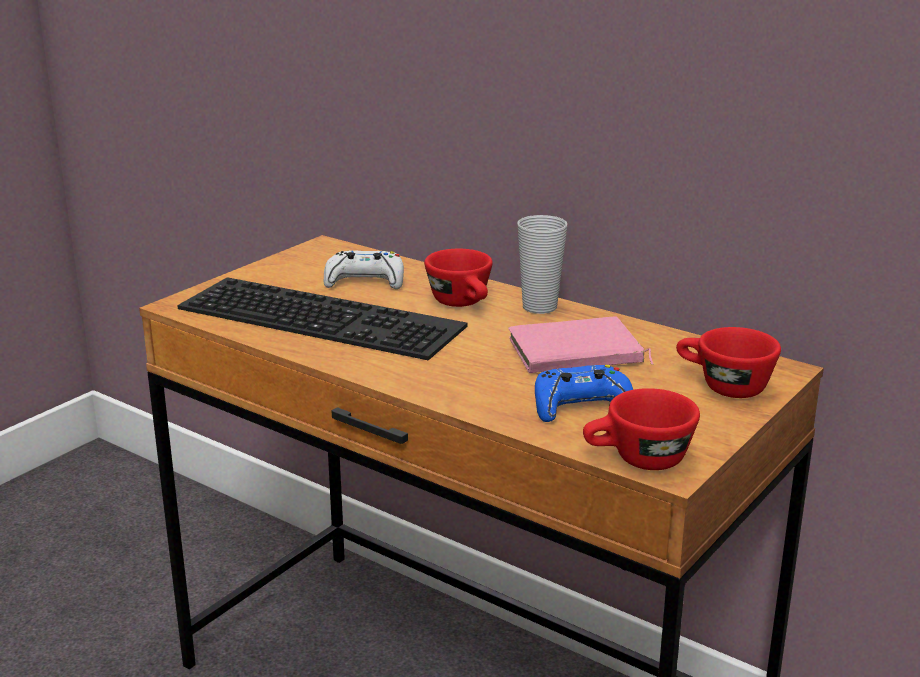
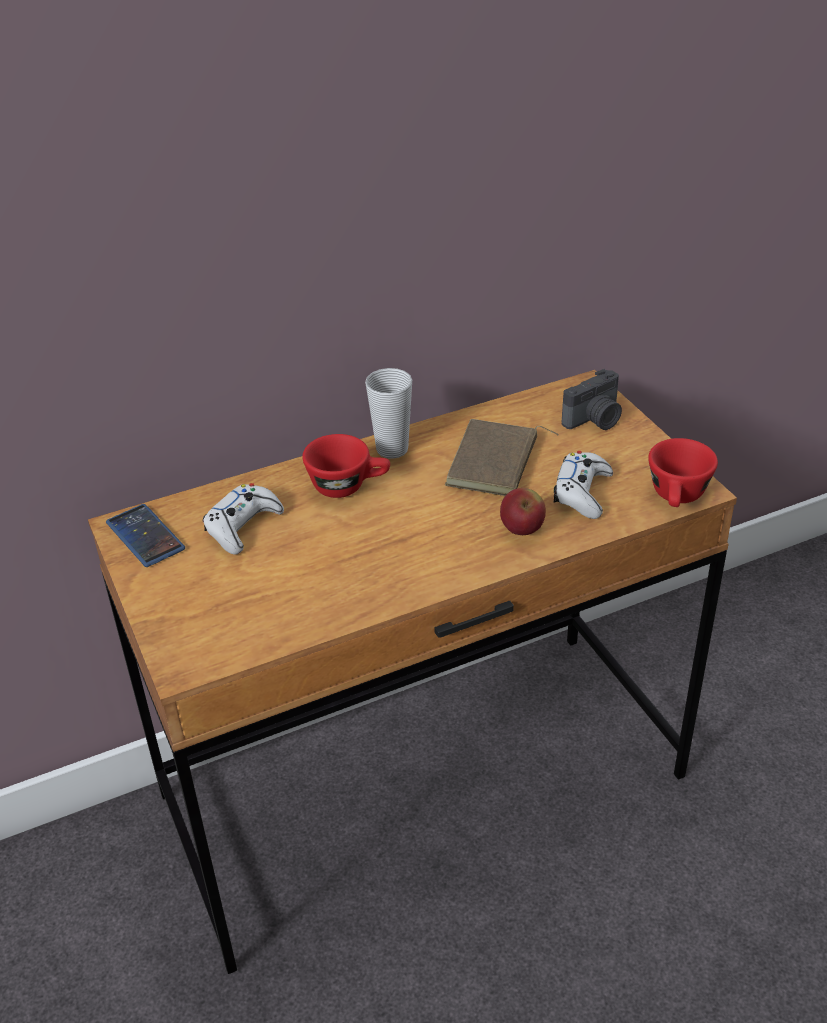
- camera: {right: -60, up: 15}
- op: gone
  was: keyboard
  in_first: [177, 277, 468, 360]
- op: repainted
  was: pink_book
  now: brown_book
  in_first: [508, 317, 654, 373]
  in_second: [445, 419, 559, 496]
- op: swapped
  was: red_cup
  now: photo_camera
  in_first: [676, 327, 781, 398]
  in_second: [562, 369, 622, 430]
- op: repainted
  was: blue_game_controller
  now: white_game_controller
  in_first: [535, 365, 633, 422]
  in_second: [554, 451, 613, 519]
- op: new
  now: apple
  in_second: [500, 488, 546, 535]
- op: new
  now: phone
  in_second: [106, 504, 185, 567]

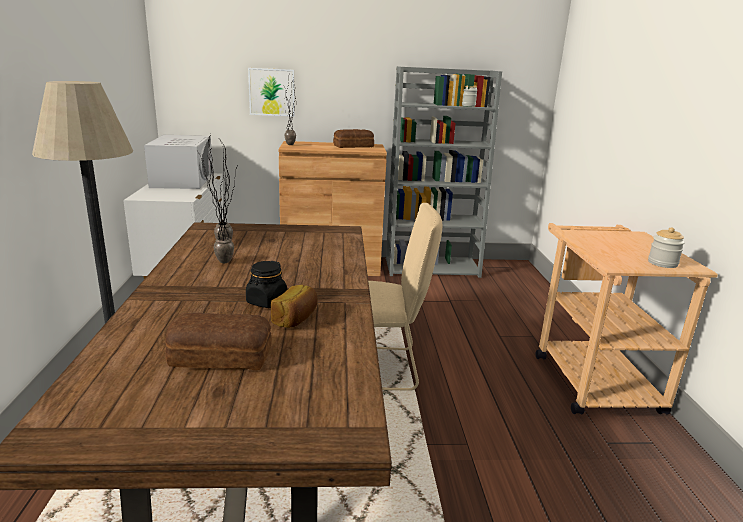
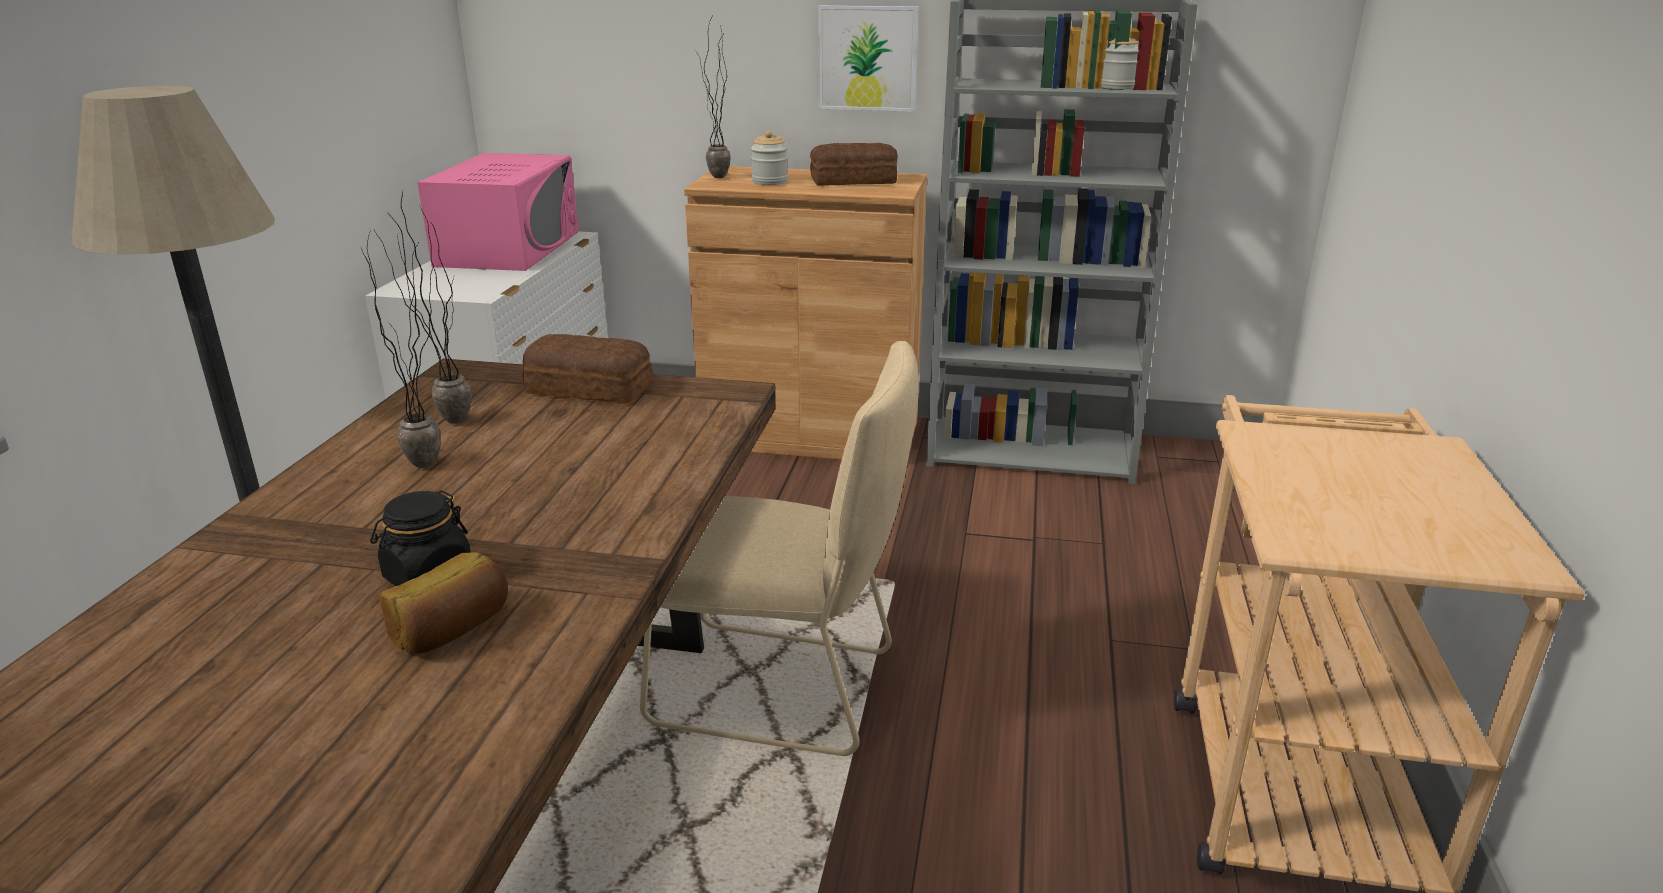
- camera: {right: 15, up: 5}
- op: shifted
  was: picture
  in_first: [248, 68, 295, 116]
  in_second: [818, 5, 918, 112]
- op: repainted
  was: white_microwave
  now: pink_microwave
  in_first: [144, 135, 213, 189]
  in_second: [417, 153, 579, 271]
- op: shifted
  was: jar
  in_first: [648, 227, 685, 268]
  in_second: [751, 131, 788, 185]
- op: shifted
  was: bread
  in_first: [165, 312, 272, 370]
  in_second: [523, 334, 653, 404]

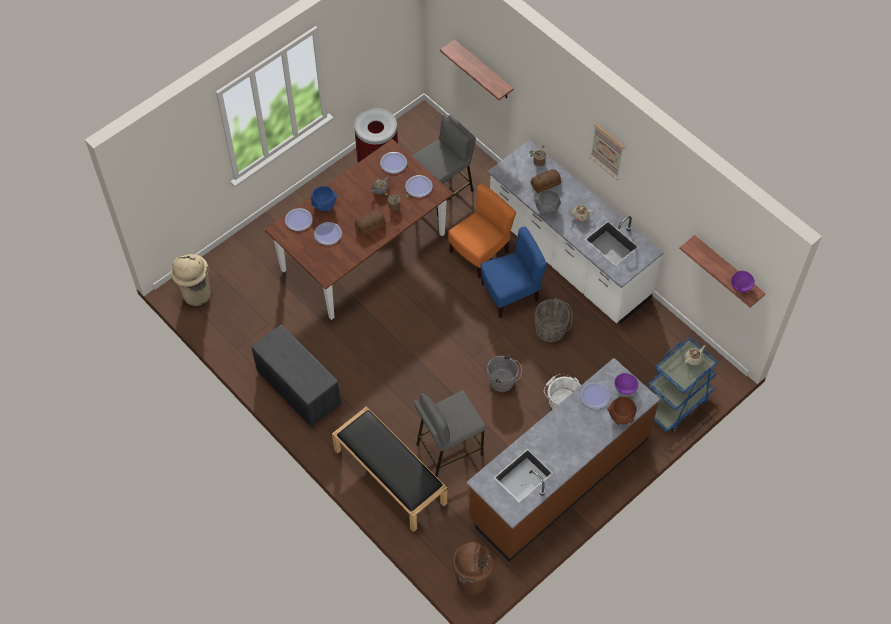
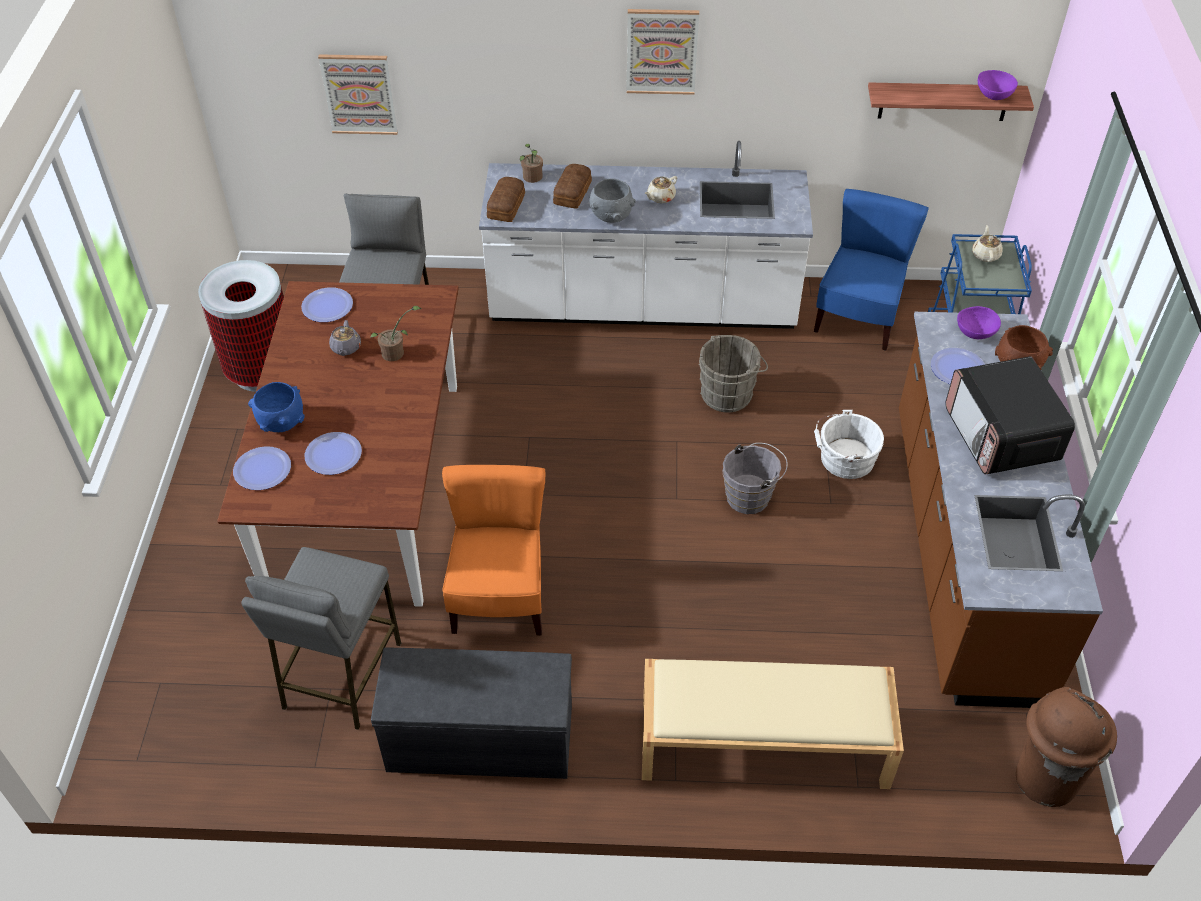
- camera: {right: -45, up: -10}
- op: swapped
  was: shelf
  now: picture
  in_first: [440, 39, 514, 100]
  in_second: [318, 54, 398, 135]
- op: gone
  was: plate
  in_first: [405, 175, 433, 197]
- op: shifted
  was: orange_chair
  in_first: [448, 184, 516, 278]
  in_second: [442, 465, 545, 636]
- op: shifted
  was: bread
  in_first: [355, 210, 386, 236]
  in_second: [487, 177, 525, 222]
- op: shifted
  was: blue_chair
  in_first: [481, 226, 547, 318]
  in_second: [814, 189, 929, 350]
- op: gone
  was: beige_trash_can
  in_first: [171, 254, 211, 306]
- op: shifted
  was: grey_stool
  in_first: [413, 390, 486, 477]
  in_second: [241, 547, 401, 730]
- op: repainted
  was: black_bench
  now: beige_bench
  in_first: [332, 406, 447, 532]
  in_second: [642, 659, 904, 789]
- op: new
  now: microwave
  in_second: [945, 356, 1075, 475]

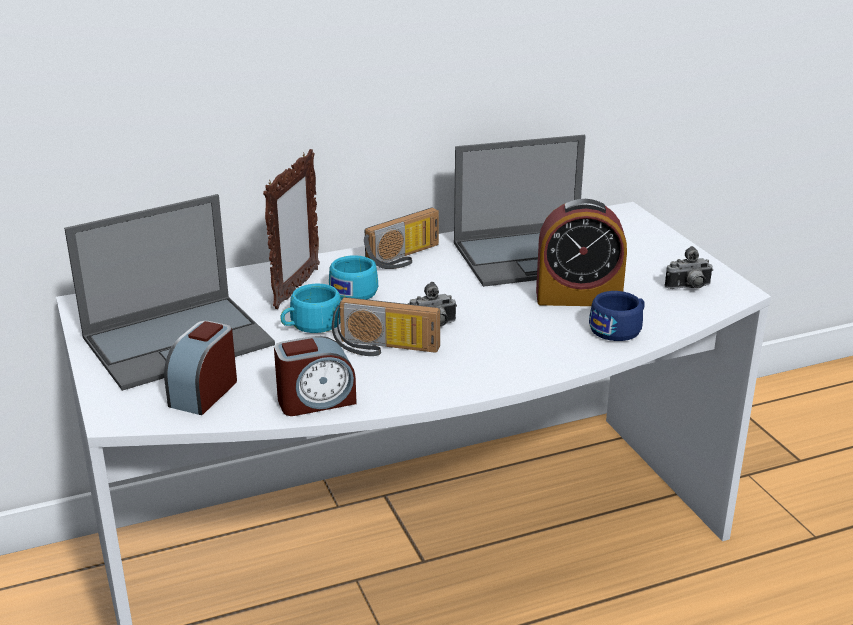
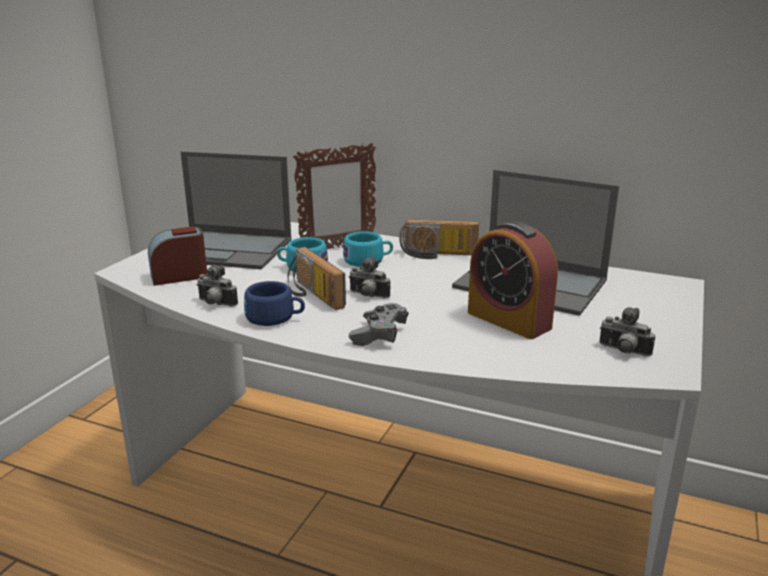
- camera: {right: 45, up: -5}
- op: shifted
  was: blue_cup
  in_first: [589, 291, 645, 341]
  in_second: [244, 281, 305, 326]
- op: swapped
  was: alarm_clock
  now: photo_camera
  in_first: [274, 336, 357, 416]
  in_second: [197, 265, 238, 307]
- op: new
  now: grey_game_controller
  in_second: [349, 303, 408, 346]

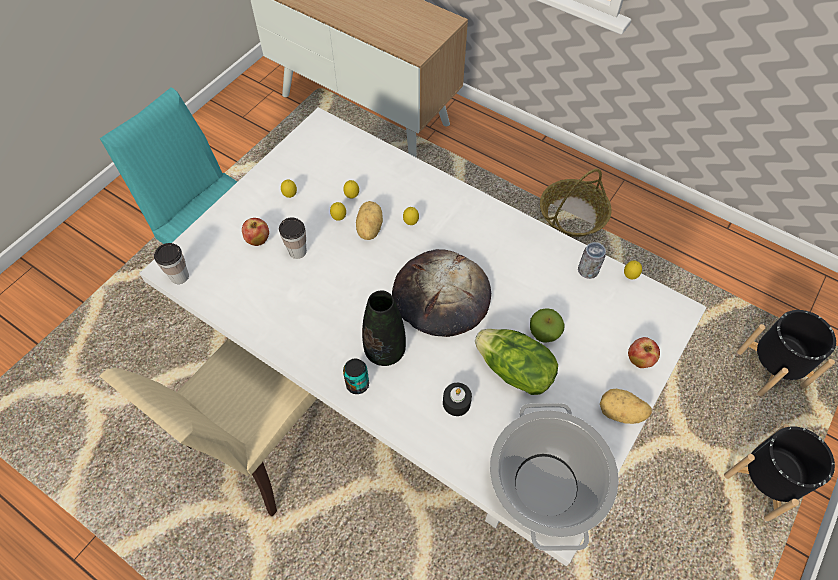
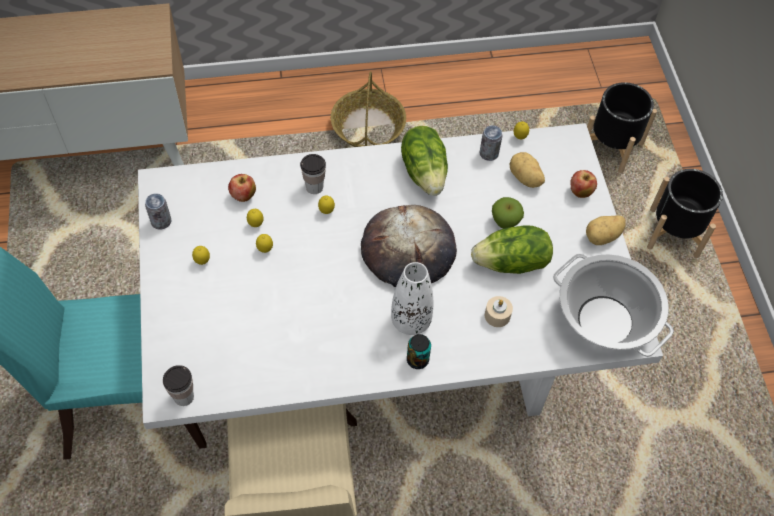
- camera: {right: -45, up: 0}
- op: shifted
  was: potato
  in_first: [356, 201, 383, 240]
  in_second: [510, 152, 545, 188]
- op: shifted
  was: cup
  in_first: [279, 217, 307, 259]
  in_second: [300, 154, 326, 194]
- op: shifted
  was: apple
  in_first: [242, 218, 269, 246]
  in_second: [228, 174, 256, 202]
- op: repainted
  was: black_vase
  now: white_vase
  in_first: [362, 290, 406, 366]
  in_second: [391, 262, 433, 335]
- op: repainted
  was: black_candle
  now: beige_candle
  in_first: [443, 383, 472, 416]
  in_second: [485, 296, 513, 327]
- op: new
  now: lettuce
  in_second: [401, 126, 448, 196]
- op: new
  now: can
  in_second: [145, 193, 172, 230]

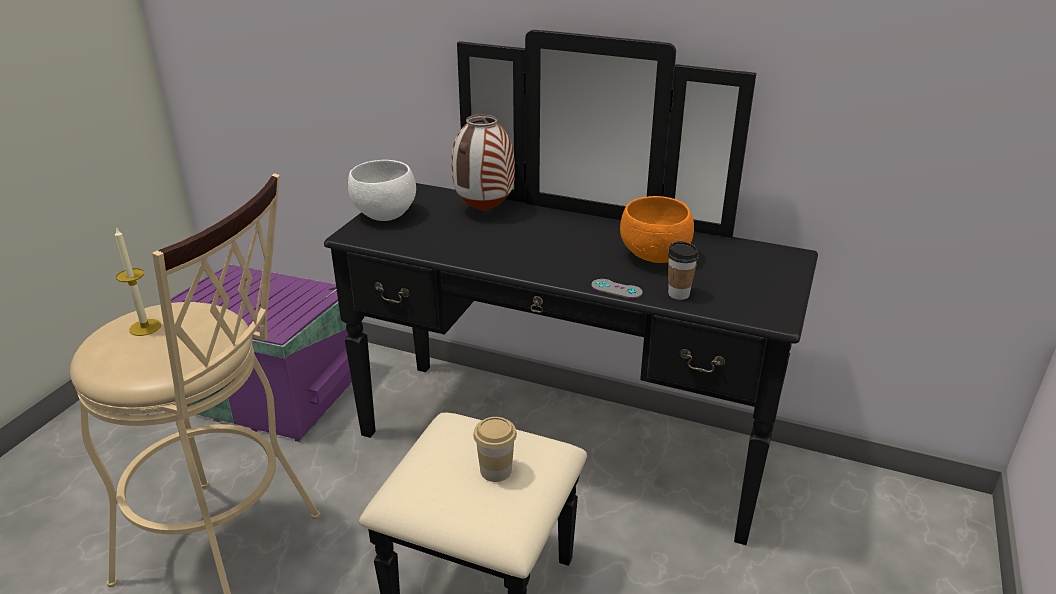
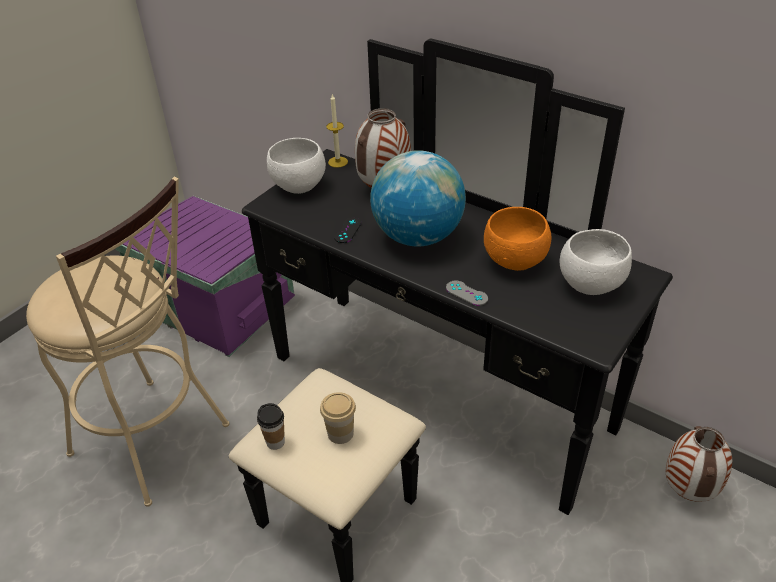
- camera: {right: 15, up: 10}
- op: shifted
  was: candle
  in_first: [115, 227, 161, 336]
  in_second: [326, 94, 348, 168]
- op: shifted
  was: cup
  in_first: [668, 241, 699, 300]
  in_second: [257, 403, 285, 450]
- op: new
  now: globe
  in_second: [370, 150, 466, 247]
- op: new
  now: black_game_controller
  in_second: [334, 217, 361, 243]
- op: new
  now: white_bowl
  in_second: [560, 229, 632, 295]
- op: new
  now: vase
  in_second: [666, 426, 732, 502]

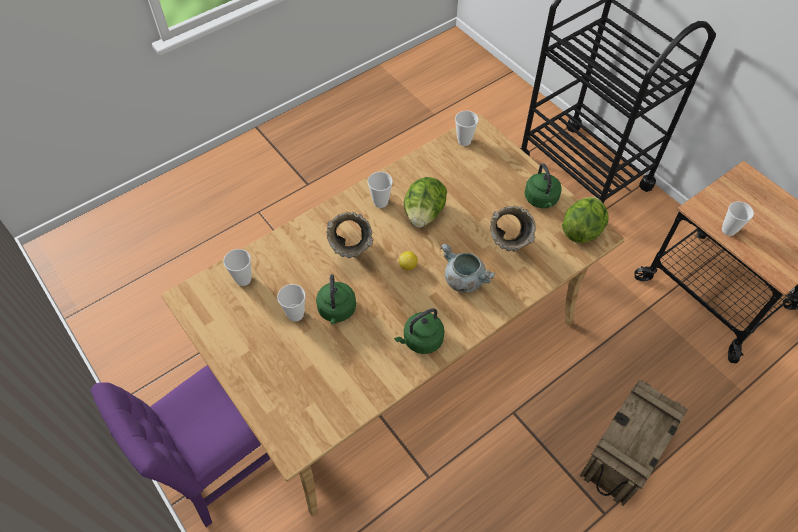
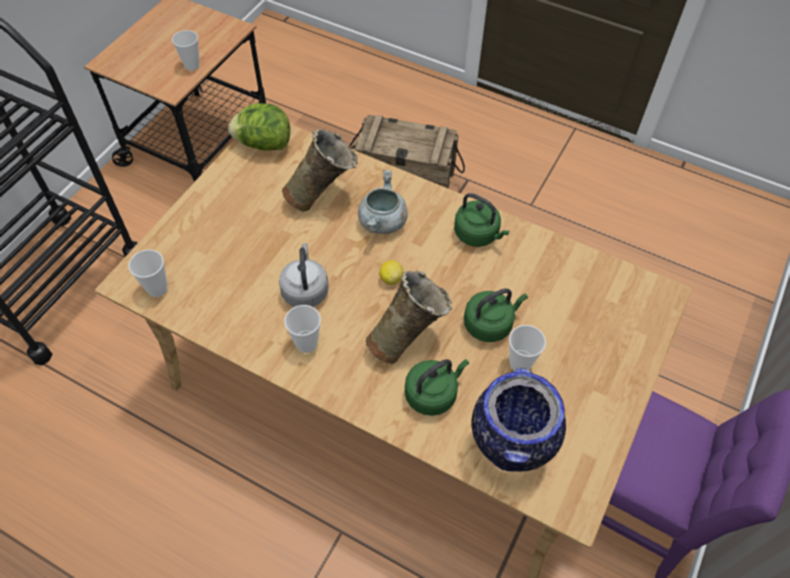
- camera: {right: -115, up: 0}
- op: shifted
  was: green_kettle
  in_first: [524, 163, 562, 208]
  in_second: [405, 359, 469, 416]
- op: swapped
  was: lettuce
  now: grey_kettle
  in_first: [404, 177, 447, 228]
  in_second: [279, 243, 329, 307]
- op: swapped
  was: cup
  now: vase
  in_first: [223, 249, 252, 286]
  in_second: [472, 368, 566, 472]

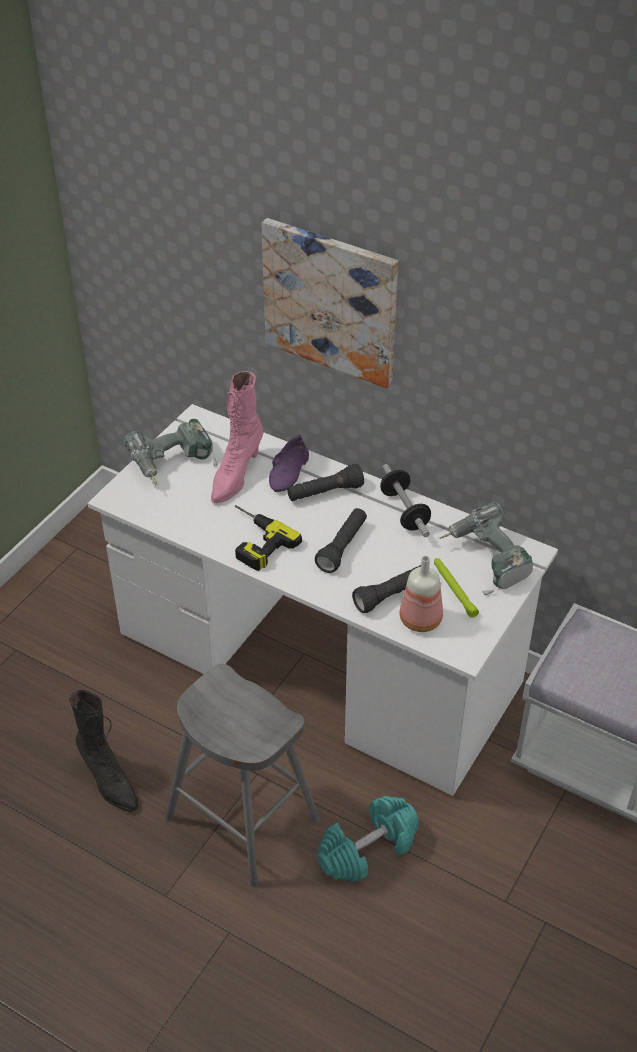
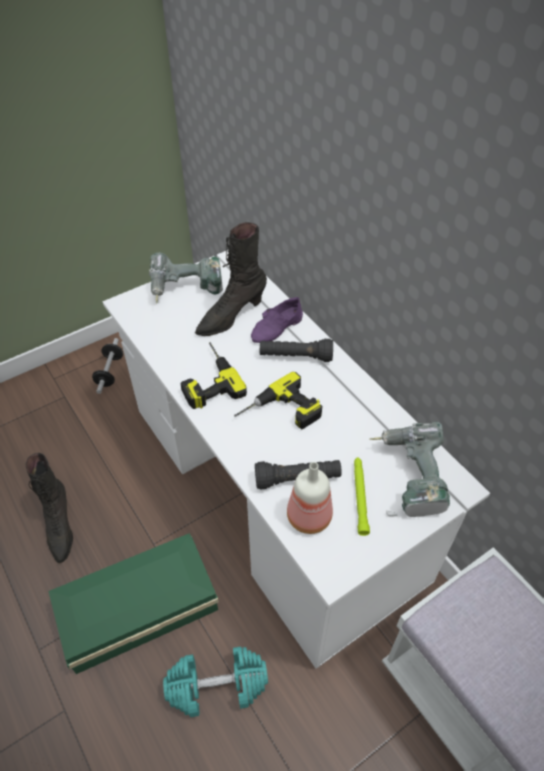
- camera: {right: 25, up: 5}
- op: gone
  was: picture
  in_first: [261, 218, 398, 388]
- op: repainted
  was: pink_boot
  now: black_boot
  in_first: [211, 371, 263, 503]
  in_second: [195, 222, 267, 336]
- op: shifted
  was: dumbbell
  in_first: [380, 464, 431, 537]
  in_second: [92, 338, 123, 394]
- op: swapped
  was: black_flashlight
  now: power_drill
  in_first: [315, 508, 367, 573]
  in_second: [234, 372, 322, 429]
- op: swapped
  was: grey_stool
  now: green_storage_box
  in_first: [165, 664, 320, 887]
  in_second: [48, 533, 219, 674]

